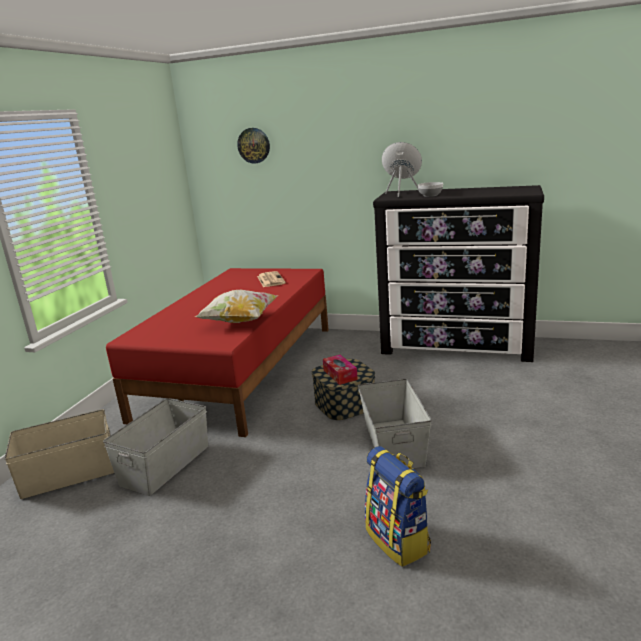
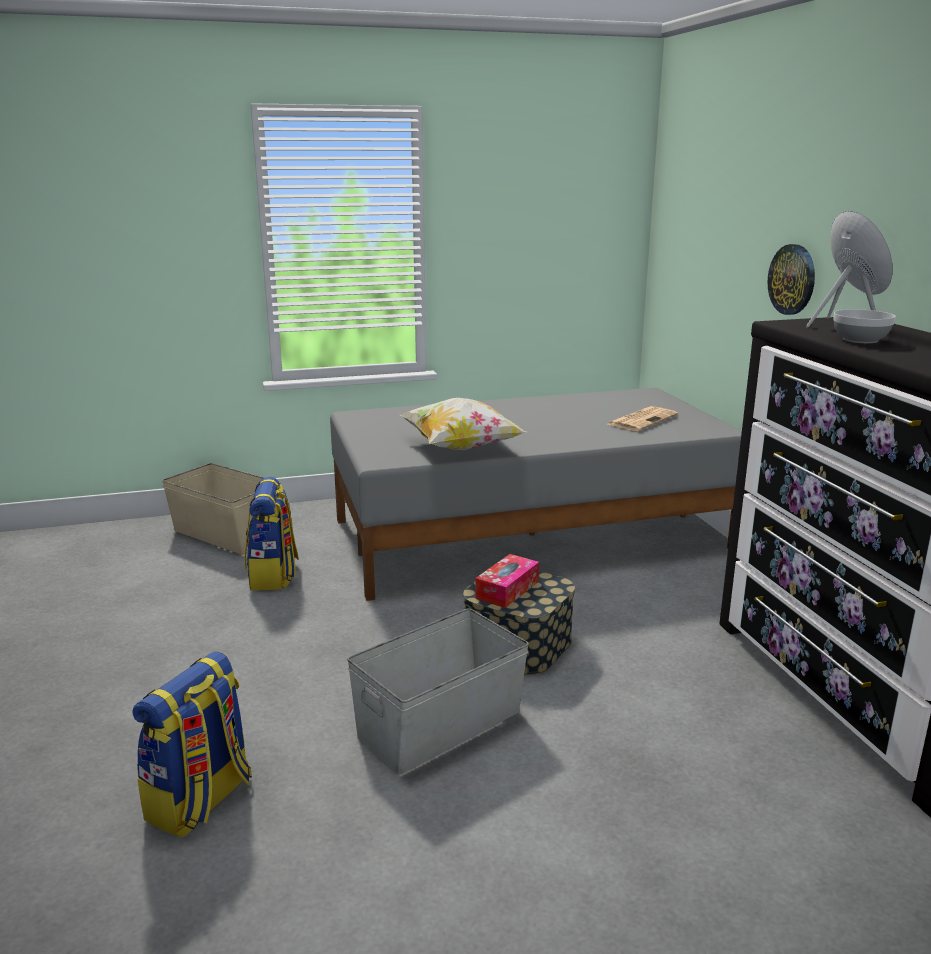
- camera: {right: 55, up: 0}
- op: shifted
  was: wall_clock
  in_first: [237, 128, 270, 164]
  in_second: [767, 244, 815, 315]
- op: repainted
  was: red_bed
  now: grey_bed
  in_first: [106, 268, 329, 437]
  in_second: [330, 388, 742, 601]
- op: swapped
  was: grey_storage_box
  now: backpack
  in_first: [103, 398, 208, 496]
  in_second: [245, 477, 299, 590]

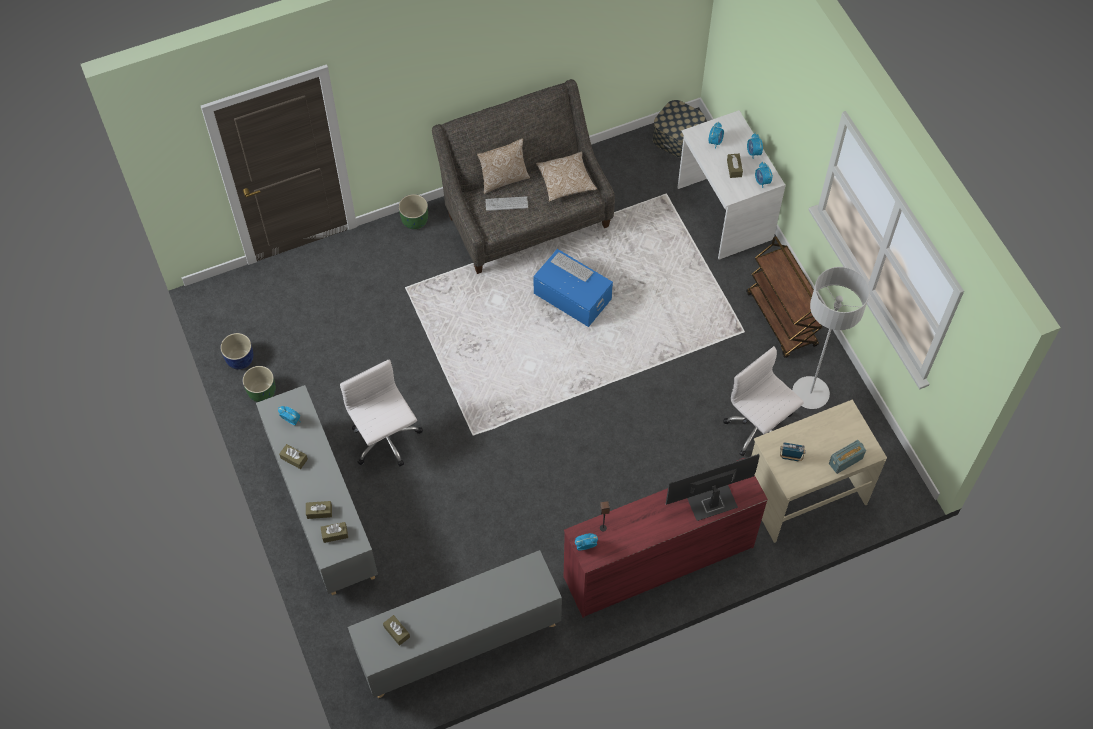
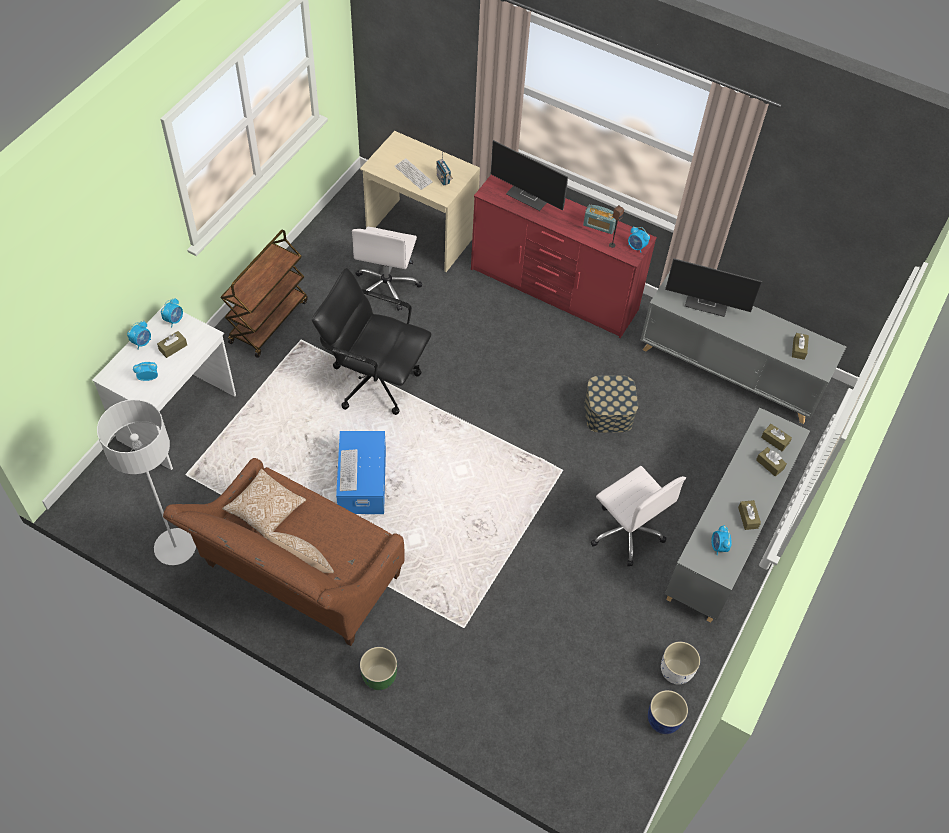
- camera: {right: -130, up: -5}
- op: repainted
  was: grey_sofa
  now: brown_sofa
  in_first: [432, 79, 615, 274]
  in_second: [163, 458, 405, 646]
- op: shifted
  was: storage_box
  in_first: [653, 100, 705, 158]
  in_second: [584, 375, 638, 433]
- op: shifted
  was: keyboard
  in_first: [485, 196, 528, 211]
  in_second: [394, 158, 433, 190]
- op: shifted
  was: grey_floor_lamp
  in_first: [792, 267, 870, 409]
  in_second: [97, 399, 196, 565]
- op: rotated
  was: white_office_chair
  in_first: [340, 360, 423, 467]
  in_second: [591, 466, 686, 567]
  clockwise: -60
- op: repainted
  was: green_planter
  now: white_planter
  in_first: [243, 366, 276, 402]
  in_second: [661, 641, 700, 685]
- op: shifted
  was: radio
  in_first: [829, 440, 866, 474]
  in_second: [583, 204, 616, 234]
- op: new
  now: monitor
  in_second: [665, 258, 762, 317]
- op: new
  now: black_office_chair
  in_second: [312, 268, 432, 415]

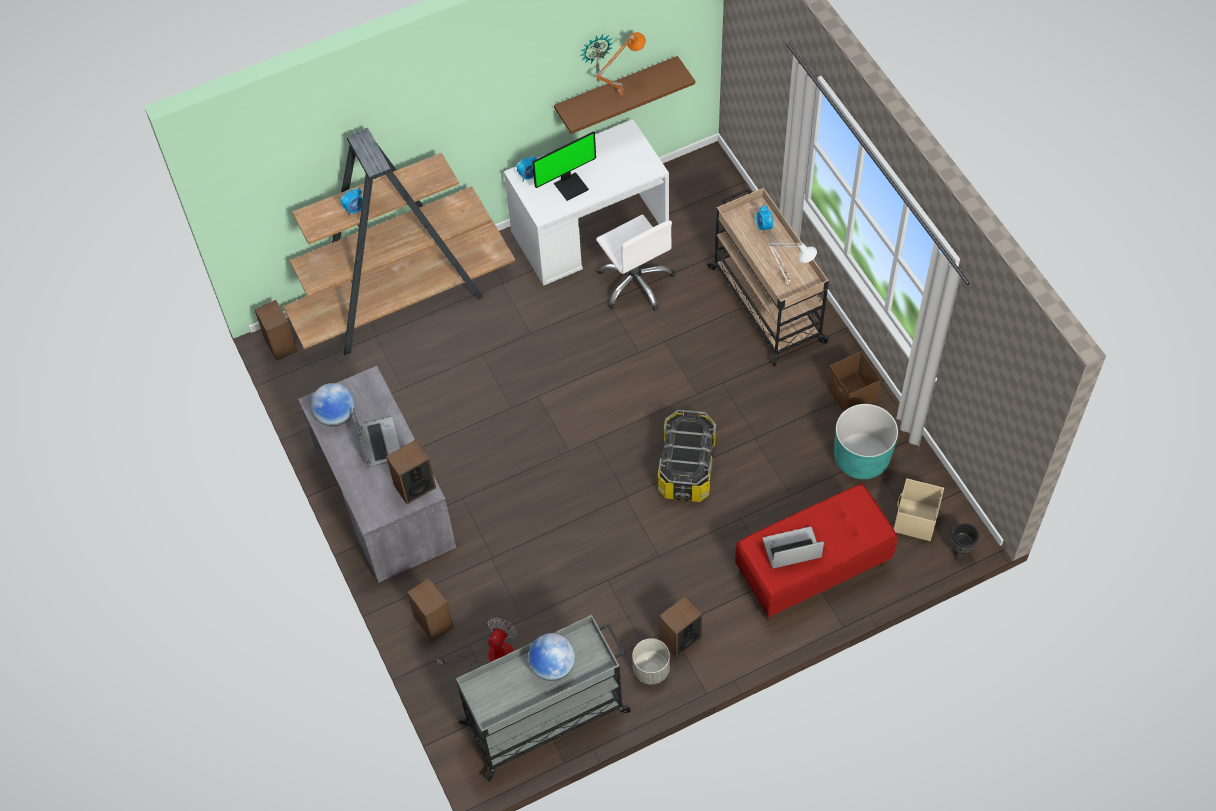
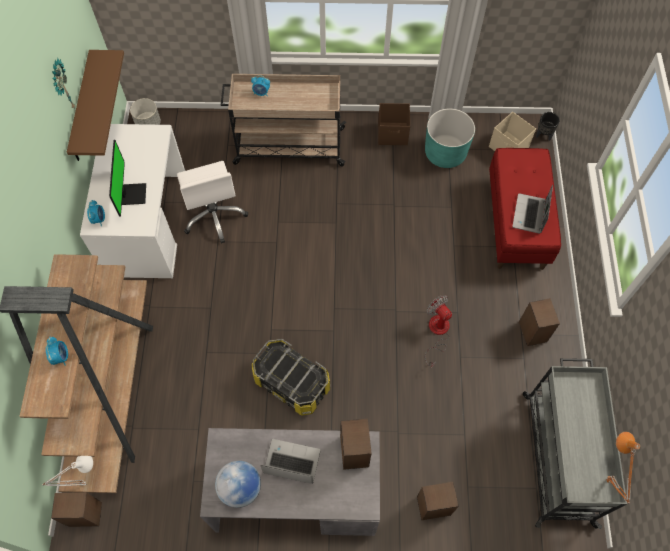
- camera: {right: -65, up: 5}
- op: shifted
  was: orange_table_lamp
  in_first: [595, 32, 646, 96]
  in_second: [606, 432, 640, 504]
- op: rotated
  was: white_office_chair
  in_first: [596, 214, 675, 311]
  in_second: [177, 161, 248, 244]
  clockwise: 75
- op: shifted
  was: white_table_lamp
  in_first: [768, 242, 817, 286]
  in_second: [42, 456, 93, 486]
- op: shifted
  was: storage_box
  in_first: [658, 410, 716, 502]
  in_second: [251, 339, 330, 415]
- op: shifted
  was: fan
  in_first: [436, 618, 518, 672]
  in_second: [425, 295, 452, 367]
- op: gone
  was: globe
  in_first: [528, 633, 576, 681]
- op: shifted
  was: grey_planter
  in_first: [632, 638, 670, 684]
  in_second: [130, 98, 161, 125]

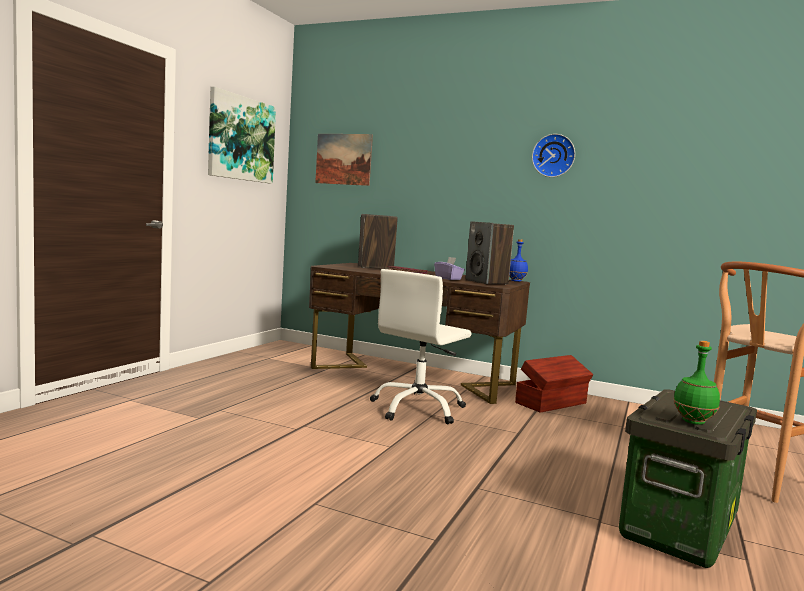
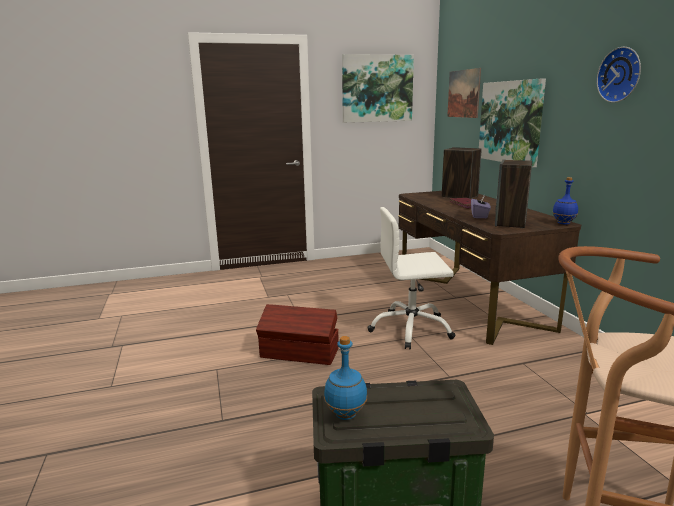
- camera: {right: 50, up: 10}
- op: repainted
  was: green_bottle
  now: blue_bottle
  in_first: [673, 341, 720, 425]
  in_second: [324, 336, 367, 420]
- op: shifted
  was: brown_storage_box
  in_first: [515, 355, 593, 413]
  in_second: [256, 304, 339, 365]
- op: new
  now: picture
  in_second: [479, 78, 546, 168]

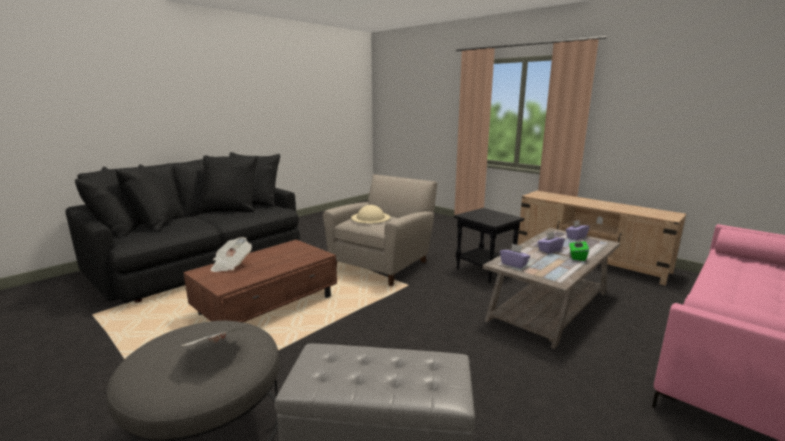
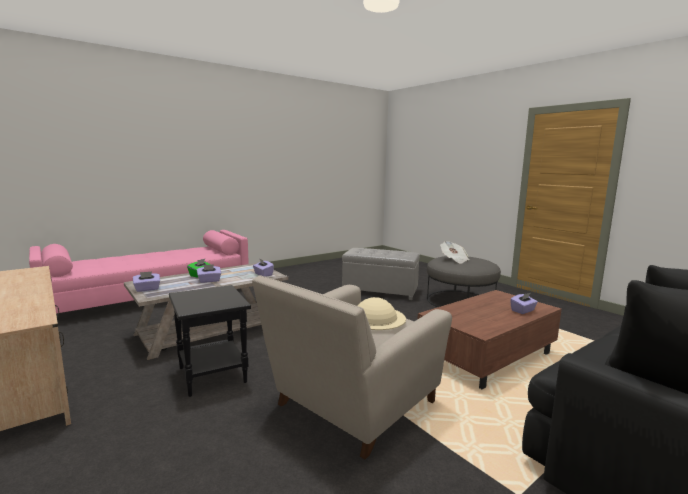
- camera: {right: -170, up: -5}
- op: swapped
  was: newspaper
  now: purple_tissue_box
  in_first: [210, 237, 252, 272]
  in_second: [510, 293, 538, 314]

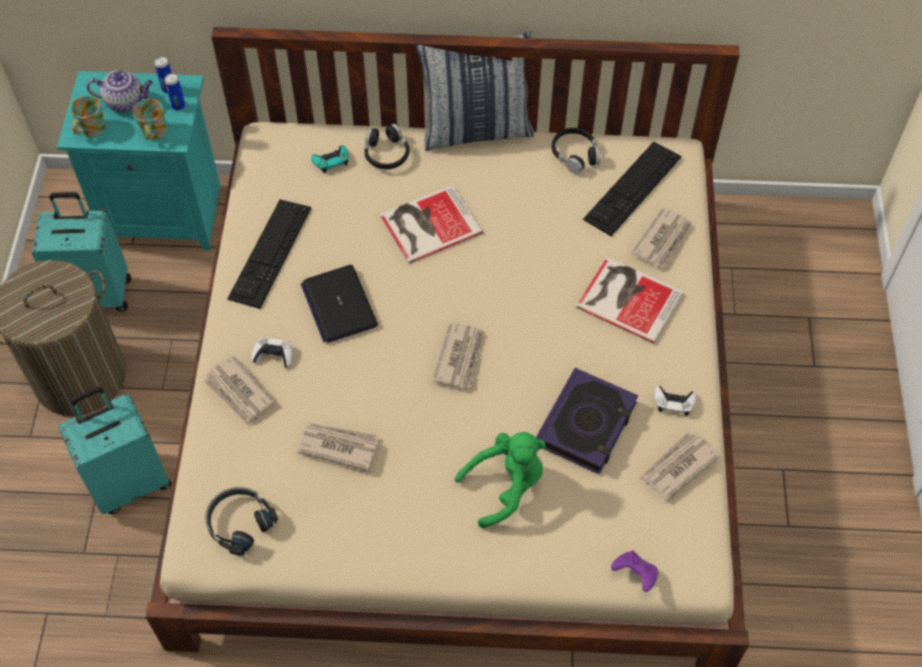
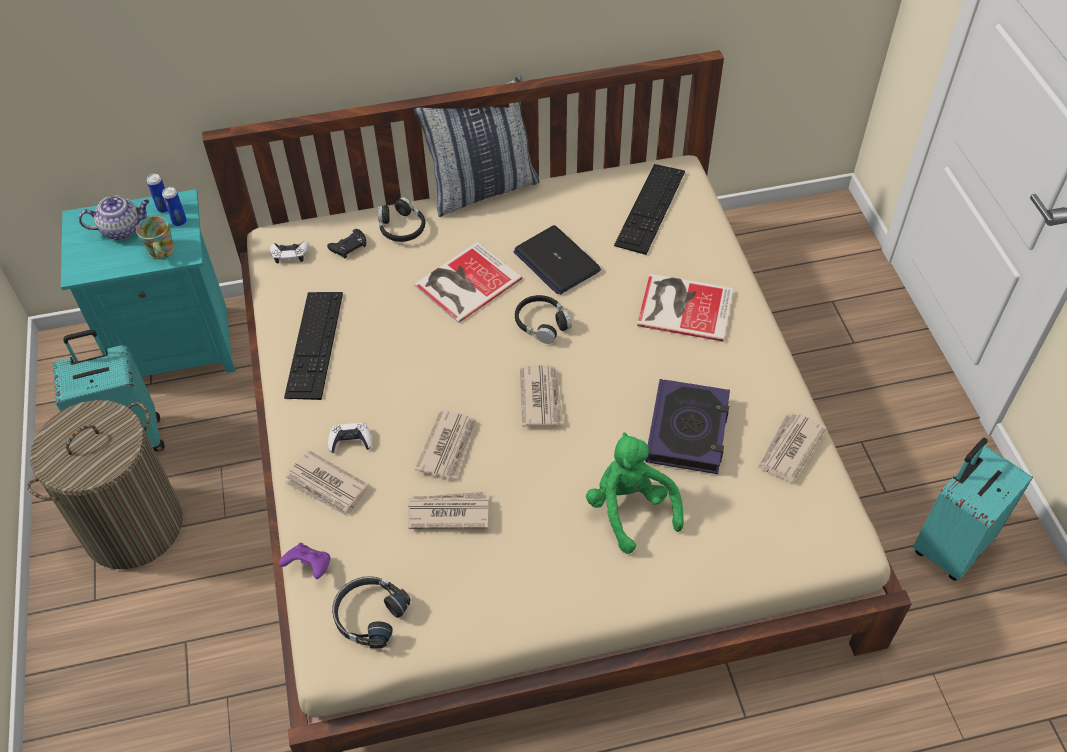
- camera: {right: -15, up: -5}
- op: gone
  was: mug
  in_first: [70, 96, 106, 137]
- op: shifted
  was: black_headphones
  in_first: [551, 128, 600, 174]
  in_second: [515, 295, 572, 344]
- op: repainted
  was: turquoise_game_controller
  now: black_game_controller
  in_first: [311, 145, 349, 173]
  in_second: [327, 229, 366, 258]
- op: shifted
  was: newspaper
  in_first: [631, 207, 692, 268]
  in_second: [415, 410, 476, 479]
- op: shifted
  was: laptop
  in_first: [301, 265, 378, 343]
  in_second: [514, 225, 601, 295]
- op: shifted
  was: white_game_controller
  in_first: [654, 386, 696, 416]
  in_second: [270, 241, 309, 264]
- op: shifted
  was: turquoise_suitcase
  in_first: [58, 387, 172, 514]
  in_second: [913, 438, 1033, 581]
- op: rotated
  was: green_plush_toy
  in_first: [455, 432, 546, 528]
  in_second: [586, 432, 684, 554]
  clockwise: -75
- op: shifted
  was: purple_game_controller
  in_first: [611, 550, 658, 592]
  in_second: [279, 543, 330, 579]

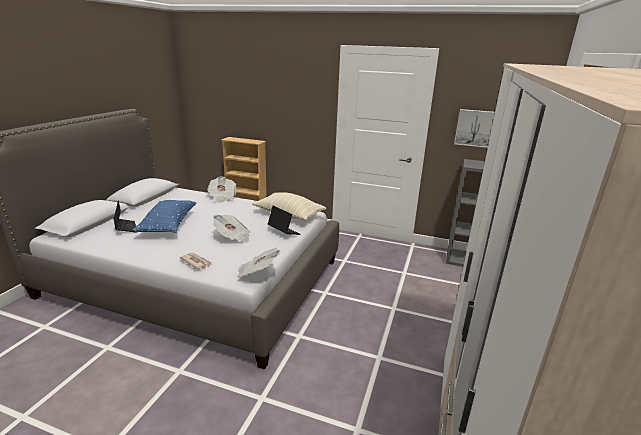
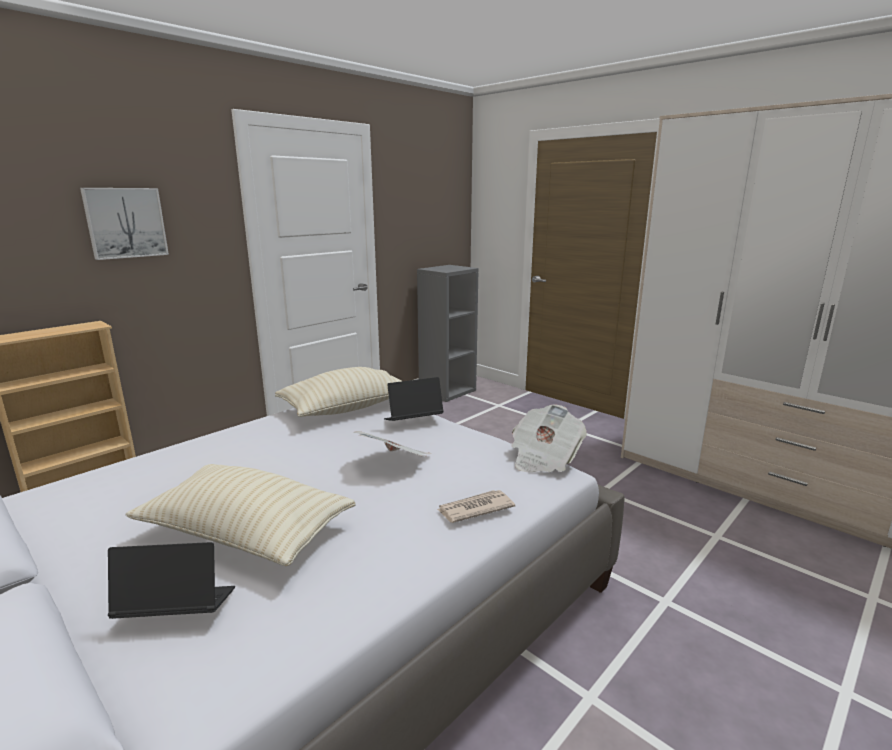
- camera: {right: -65, up: -5}
- op: shifted
  was: picture
  in_first: [454, 109, 495, 148]
  in_second: [80, 188, 169, 260]
- op: gone
  was: newspaper
  in_first: [207, 177, 237, 203]
- op: repainted
  was: blue_pillow
  now: beige_pillow
  in_first: [133, 200, 196, 233]
  in_second: [125, 464, 356, 566]

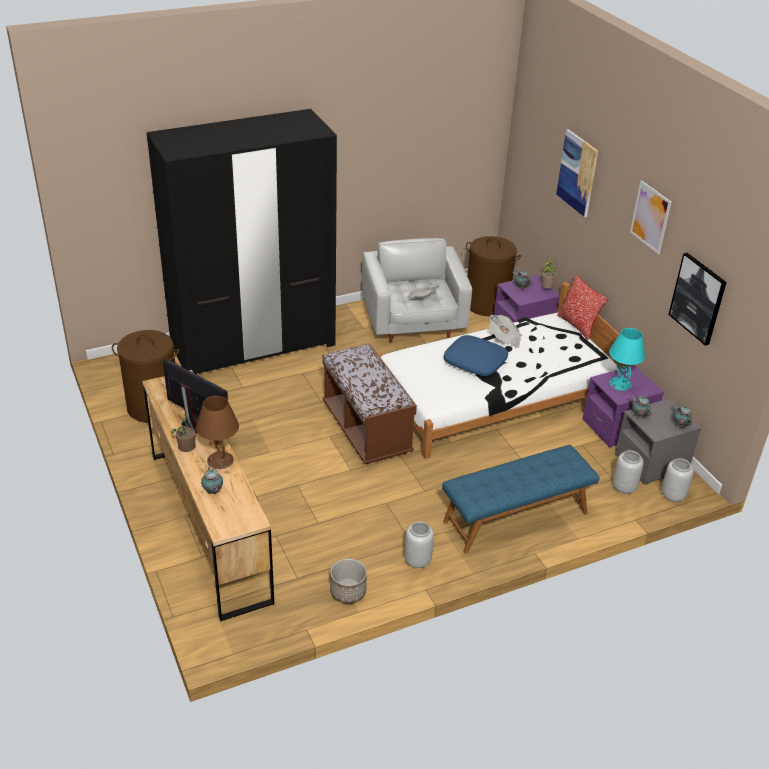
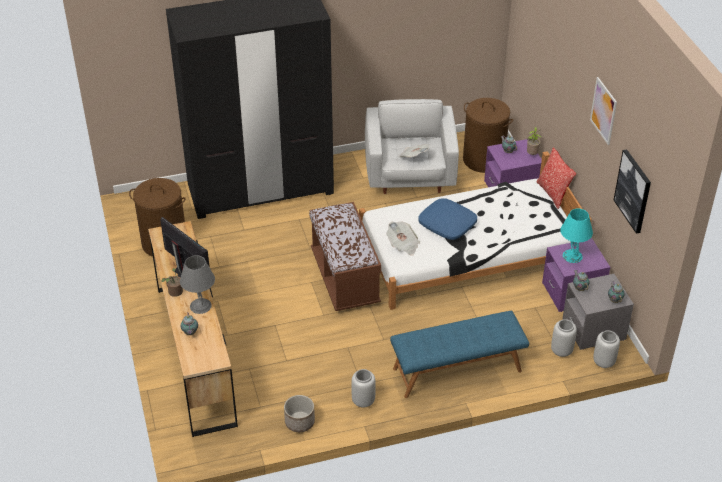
- camera: {right: 10, up: 5}
- op: gone
  was: picture
  in_first: [556, 129, 598, 217]
- op: shifted
  was: newspaper
  in_first: [489, 315, 522, 348]
  in_second: [386, 221, 420, 256]
- op: repainted
  was: brown_table_lamp
  now: grey_table_lamp
  in_first: [196, 396, 239, 469]
  in_second: [180, 255, 215, 314]

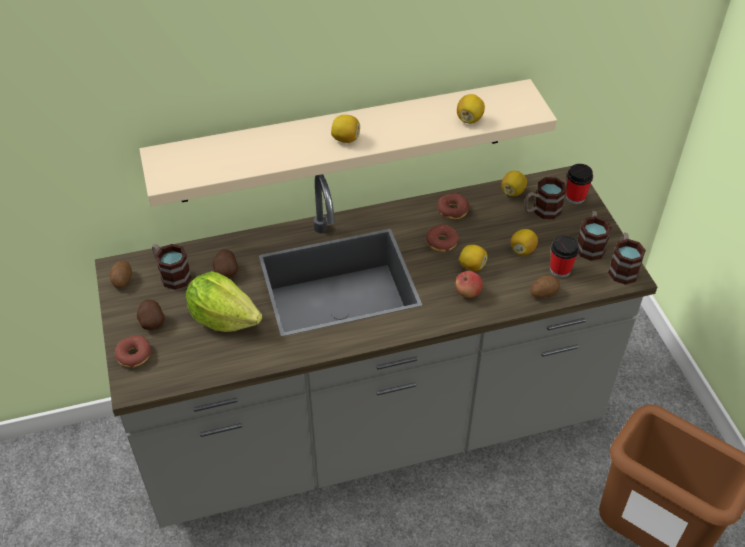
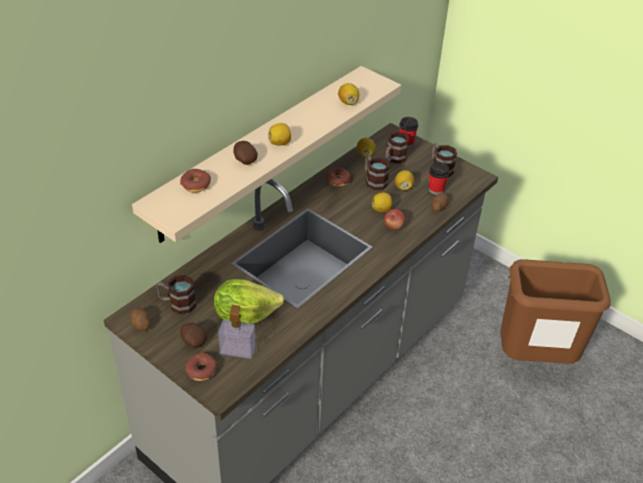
- camera: {right: -35, up: -5}
- op: shifted
  was: donut
  in_first: [426, 224, 459, 252]
  in_second: [180, 169, 211, 193]
- op: shifted
  was: mug
  in_first: [608, 233, 646, 285]
  in_second: [365, 155, 390, 191]
- op: shifted
  was: potato
  in_first: [213, 249, 238, 278]
  in_second: [233, 141, 258, 165]
- op: new
  now: soap_dispenser
  in_second: [218, 305, 256, 359]

